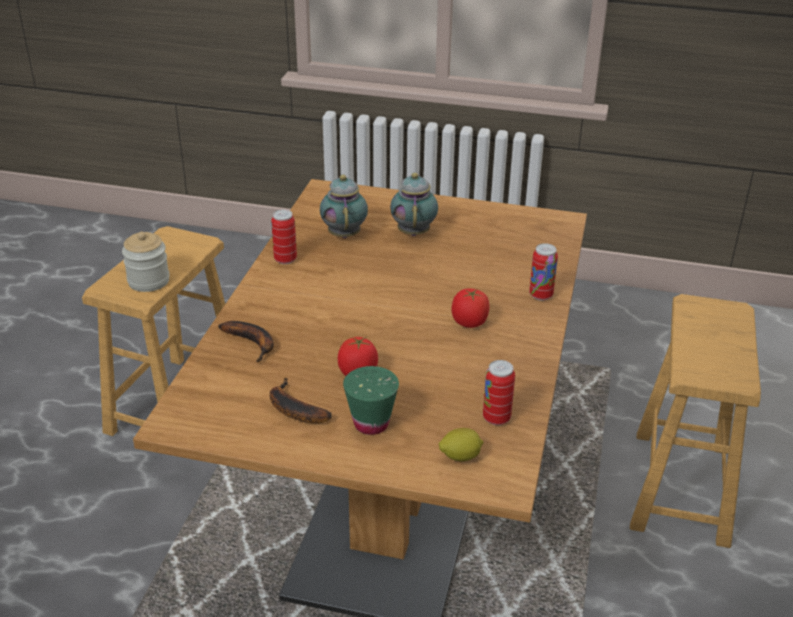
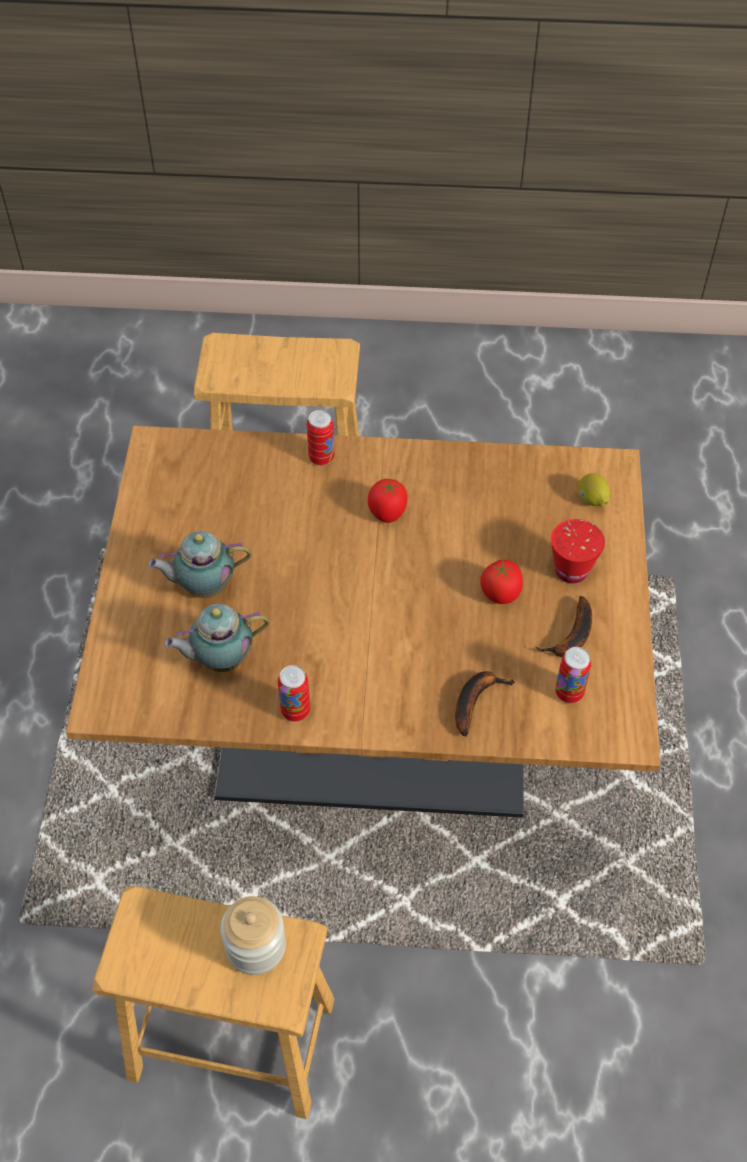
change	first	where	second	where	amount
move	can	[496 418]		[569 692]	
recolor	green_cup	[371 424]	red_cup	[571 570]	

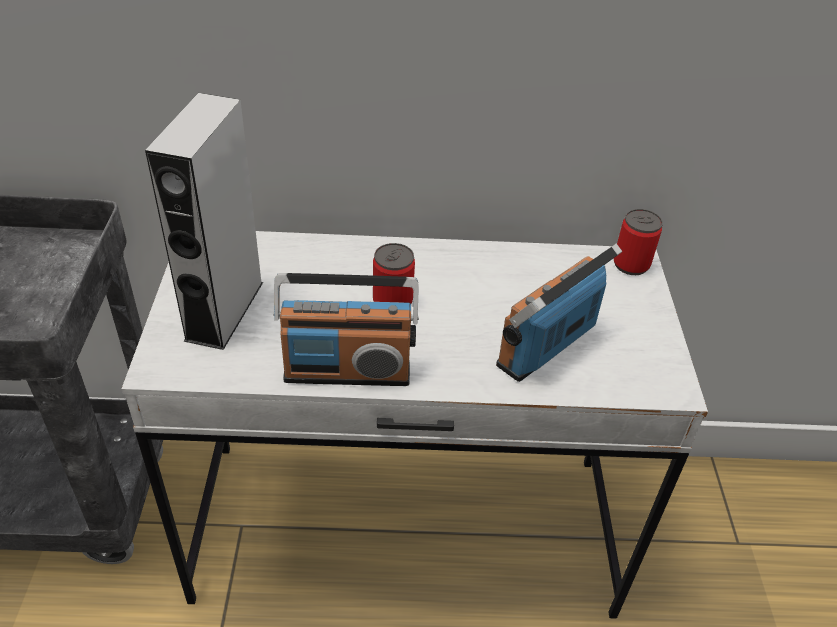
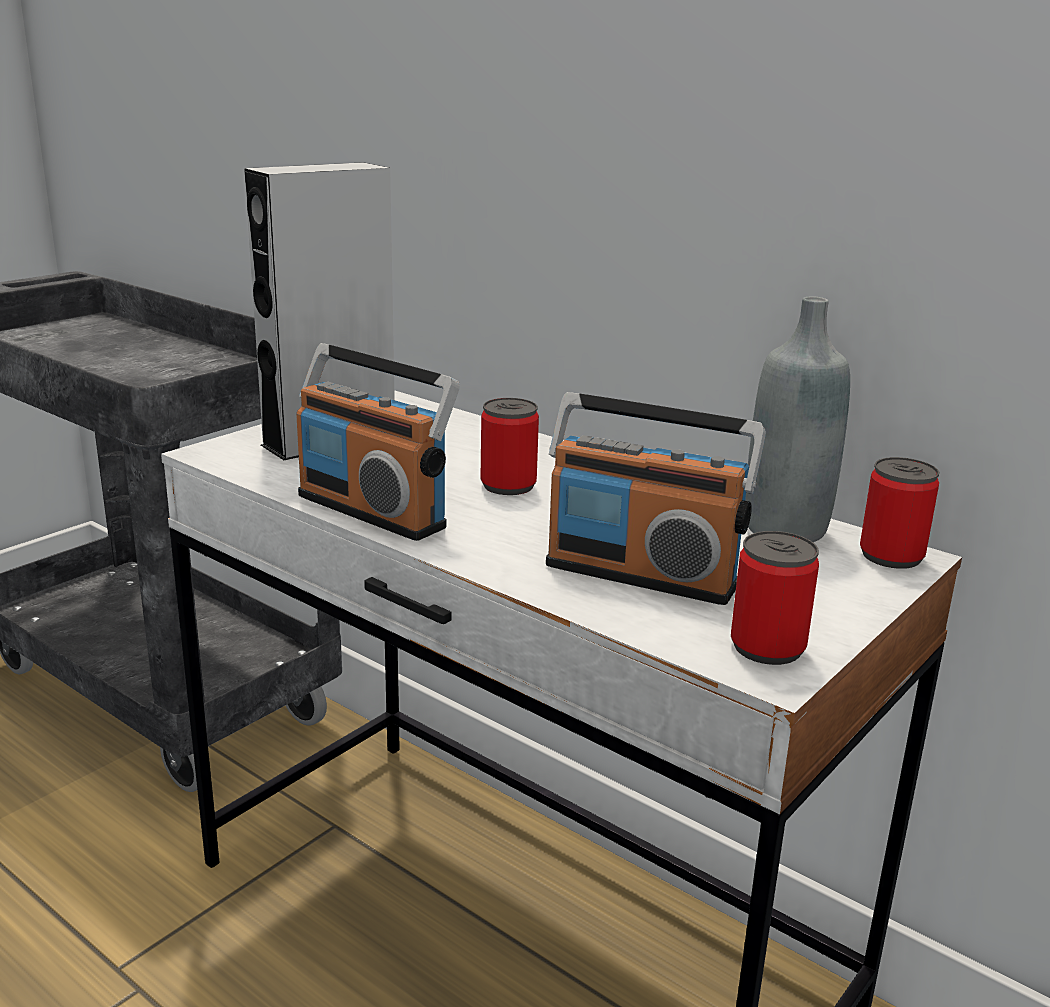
change	first	where	second	where	amount
rotate	radio	[547 346]		[641 574]	150 degrees counterclockwise
insert			grey_bottle	[785 529]	
insert			can	[767 647]	

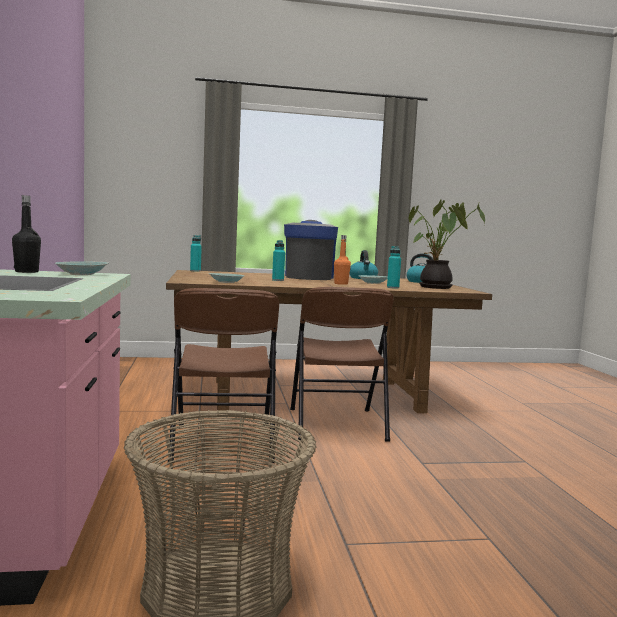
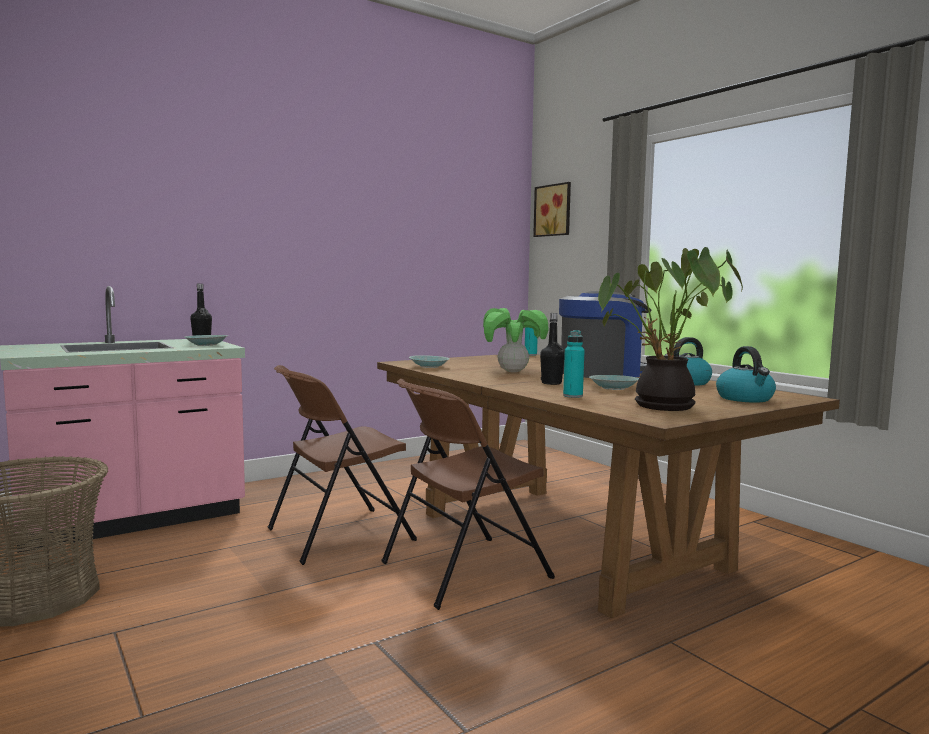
change	first	where	second	where	amount
recolor	orange_bottle	[341 284]	black_bottle	[551 383]	
replace	turquoise_bottle	[278 280]	potted_plant	[512 371]	
insert			picture	[554 210]	

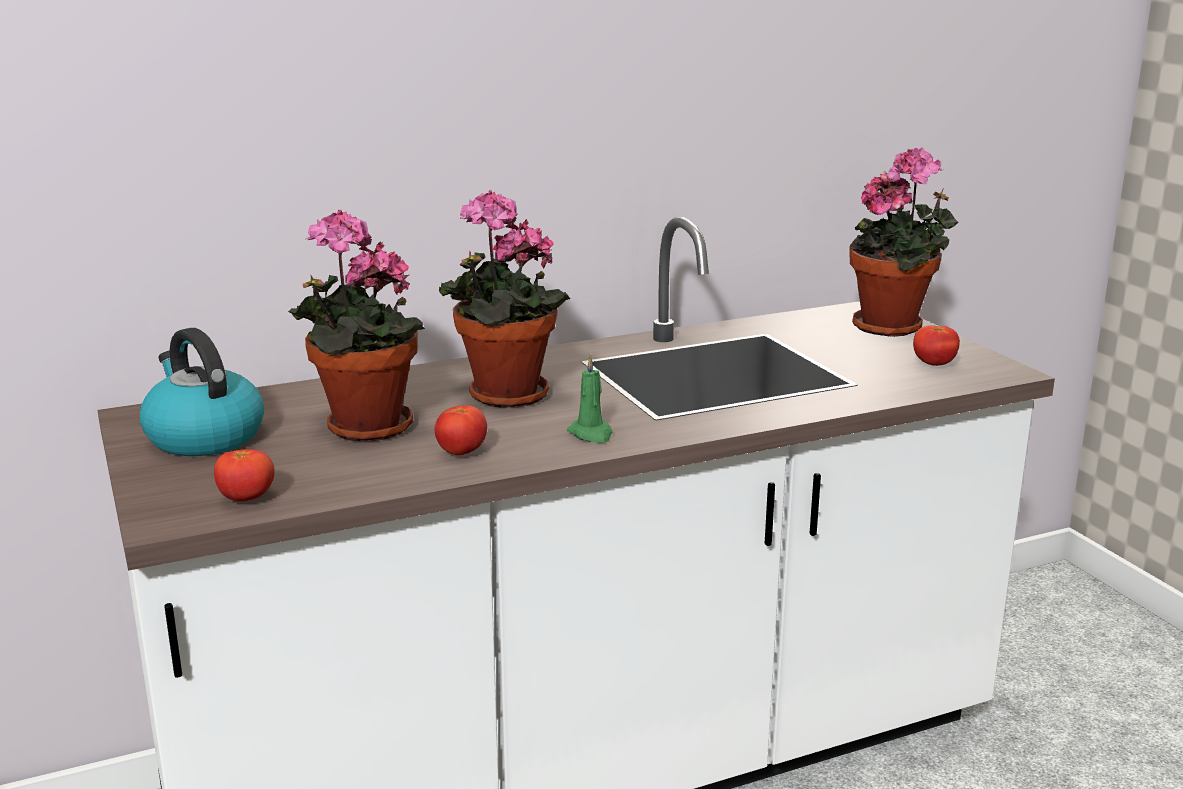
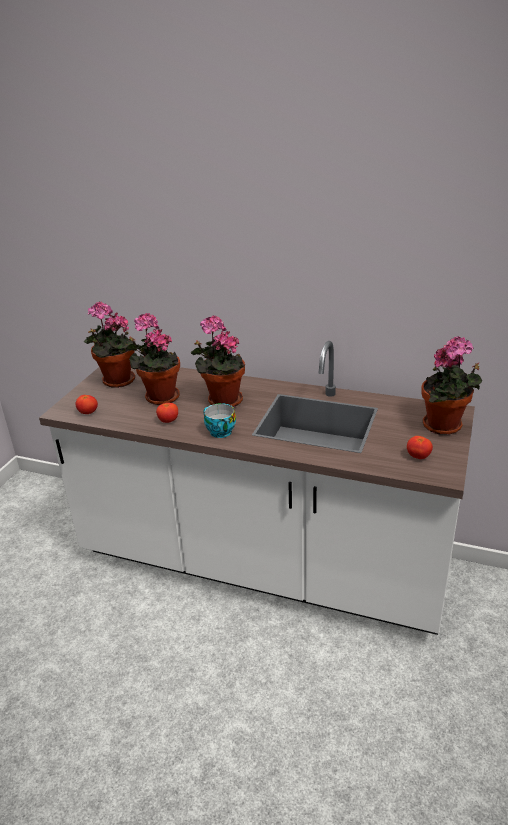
change	first	where	second	where	amount
replace	kettle	[203 437]	potted_plant	[116 381]	
replace	green_candle	[591 434]	cup	[219 432]	

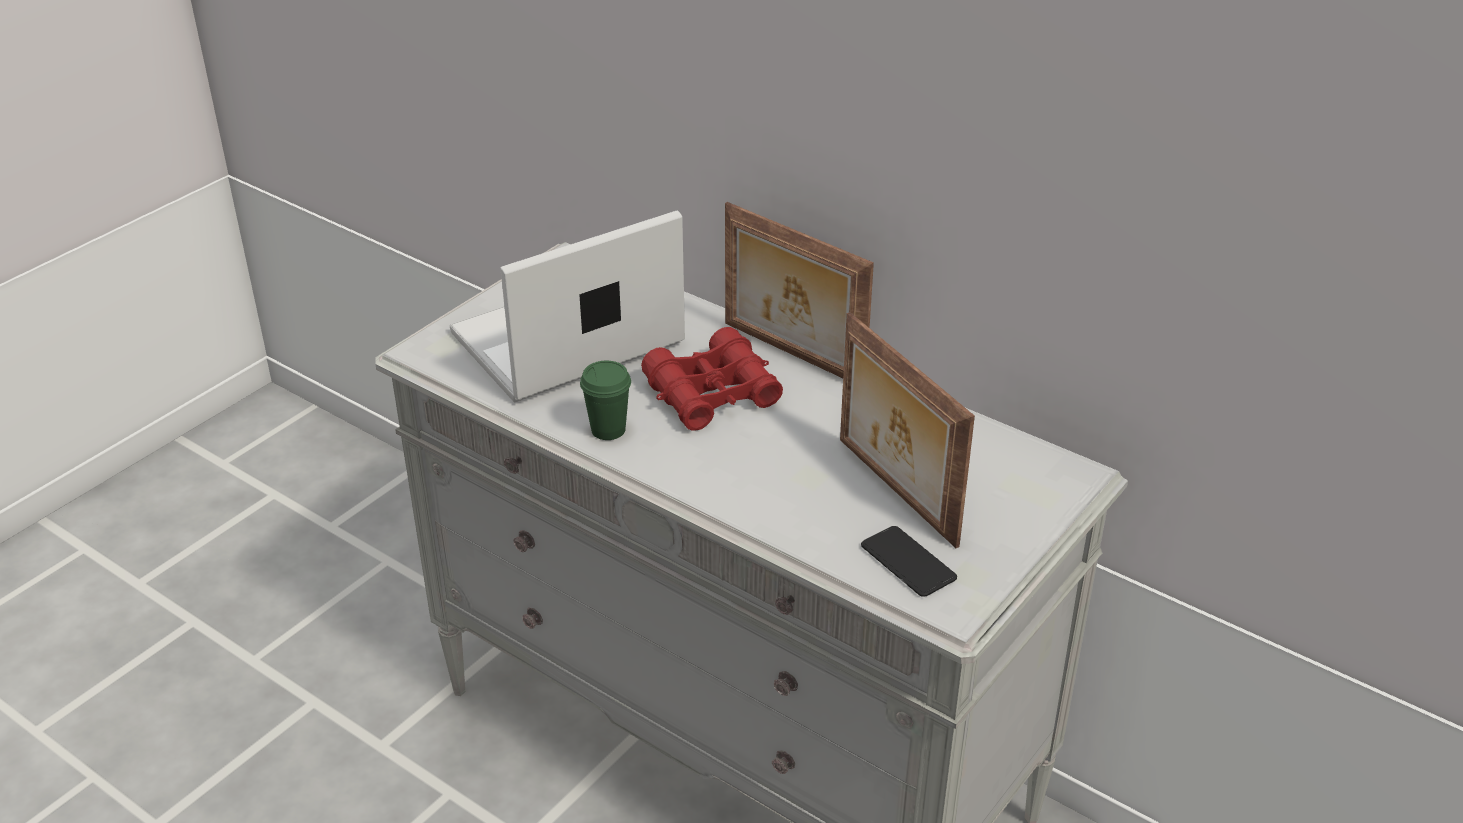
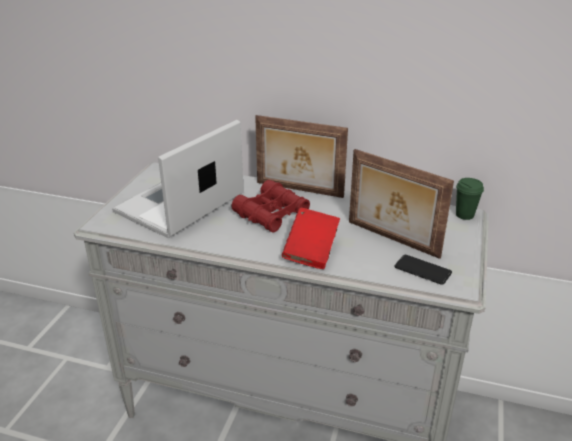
change	first	where	second	where	amount
move	green_cup	[608 430]		[464 215]	
insert			red_book	[311 251]	

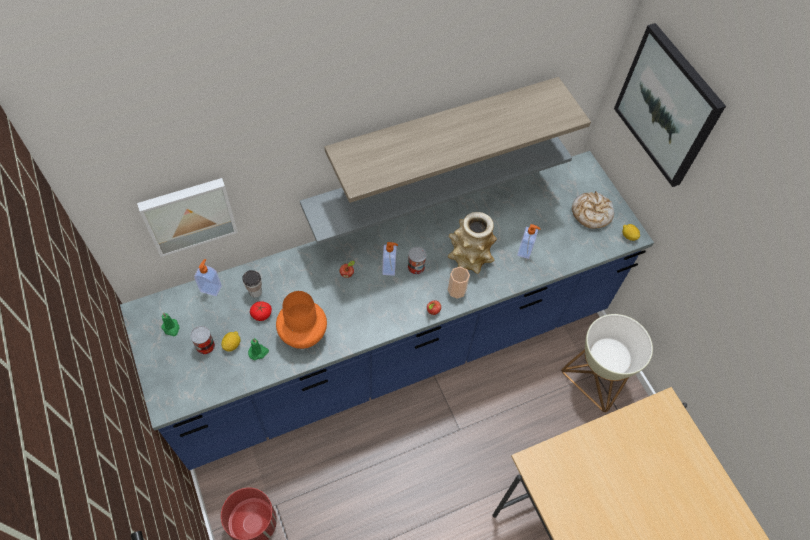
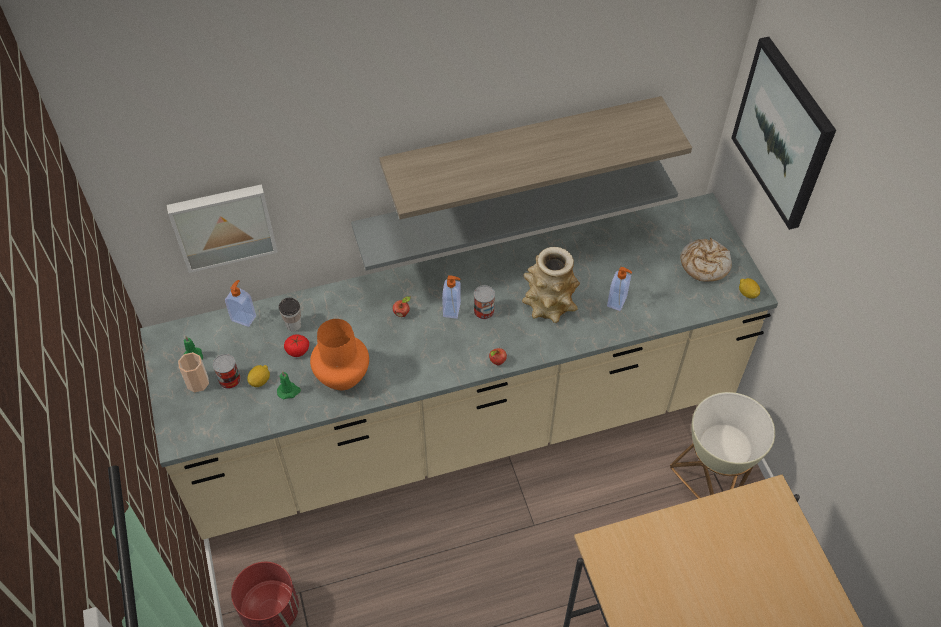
change	first	where	second	where	amount
recolor	blue_counter	[399 347]	beige_counter	[470 422]	
move	cup	[456 290]		[197 382]	

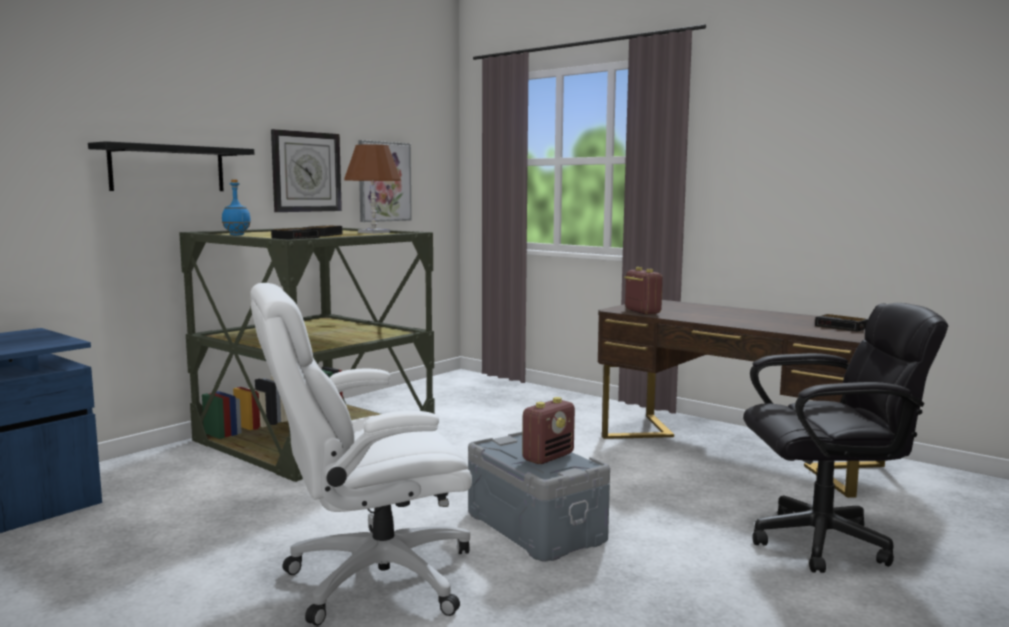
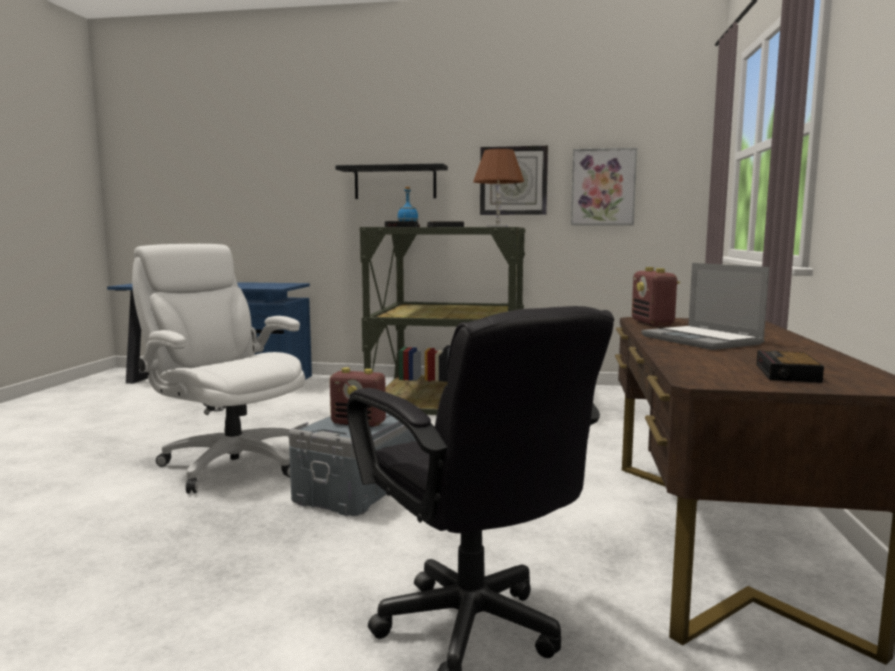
change	first	where	second	where	amount
rotate	radio	[642 312]		[652 323]	135 degrees clockwise
insert			laptop	[703 340]	

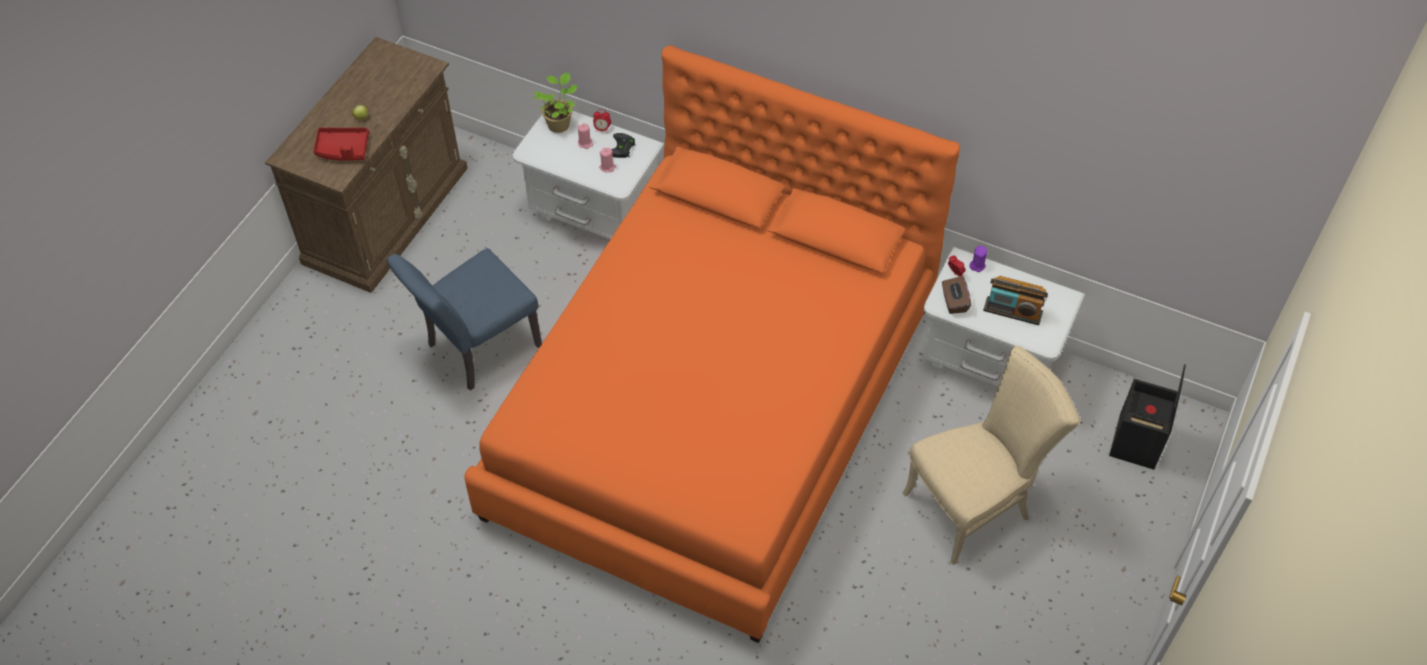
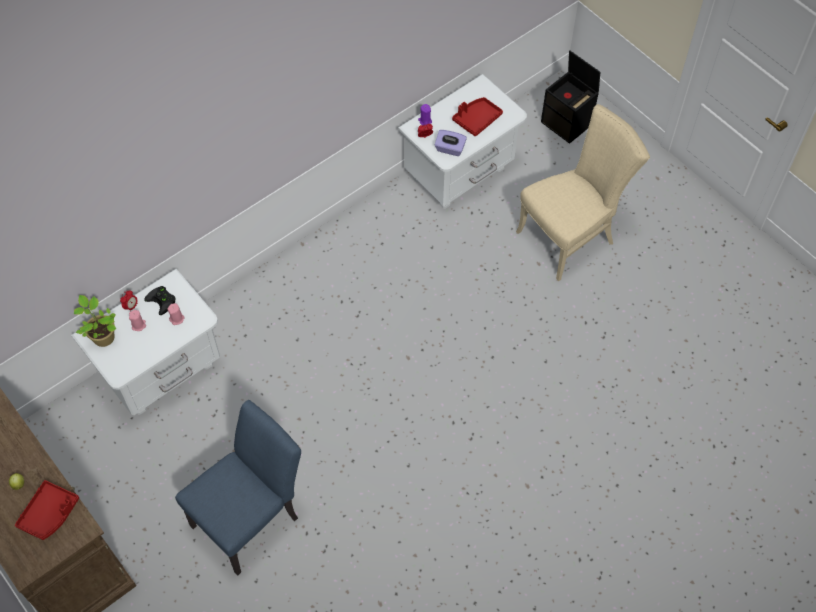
change	first	where	second	where	amount
delete	orange_bed	[714 408]			
rotate	blue_chair	[476 349]		[251 517]	120 degrees counterclockwise
recolor	brown_tissue_box	[954 302]	purple_tissue_box	[450 149]	
replace	radio	[1012 311]	red_tray	[476 119]	
rotate	beige_chair	[974 505]		[571 236]	60 degrees clockwise

